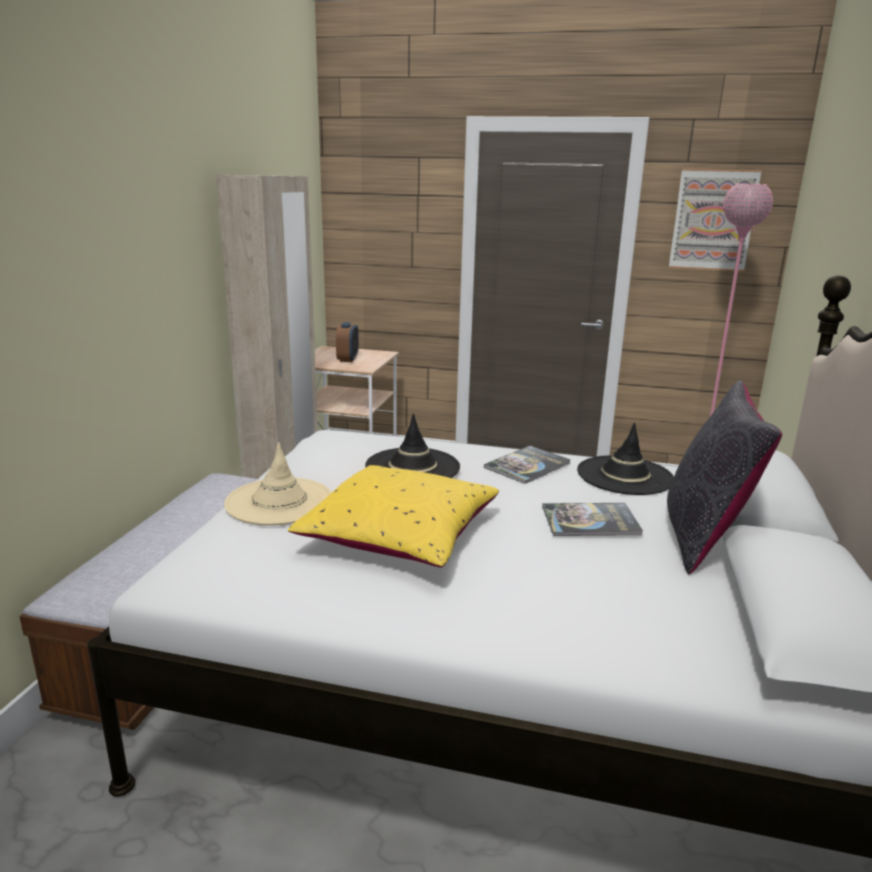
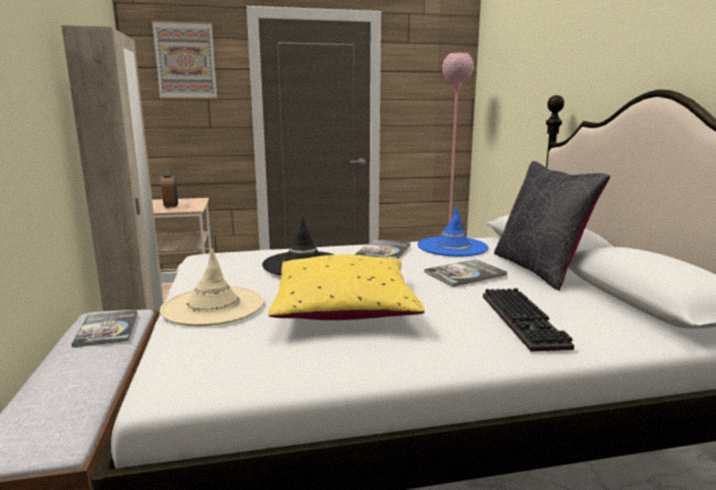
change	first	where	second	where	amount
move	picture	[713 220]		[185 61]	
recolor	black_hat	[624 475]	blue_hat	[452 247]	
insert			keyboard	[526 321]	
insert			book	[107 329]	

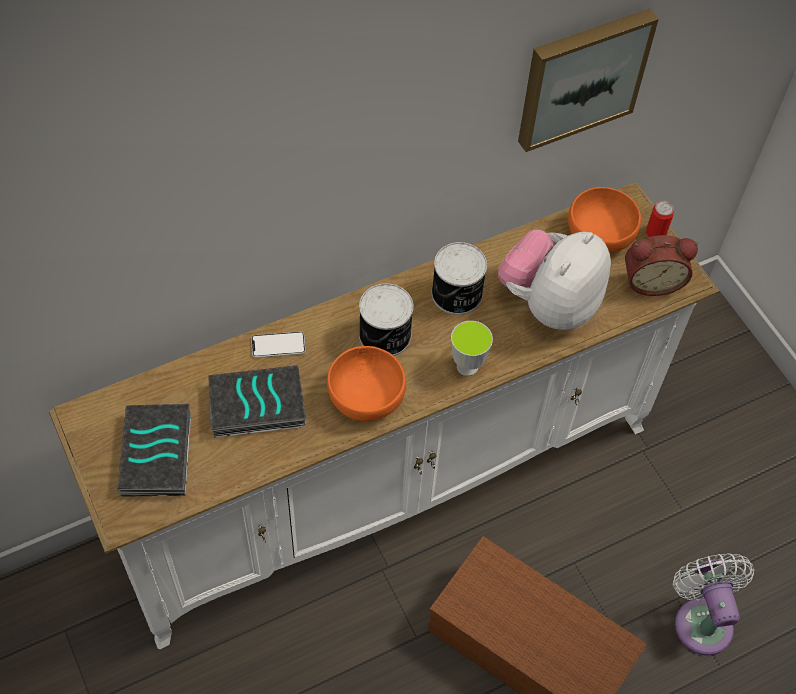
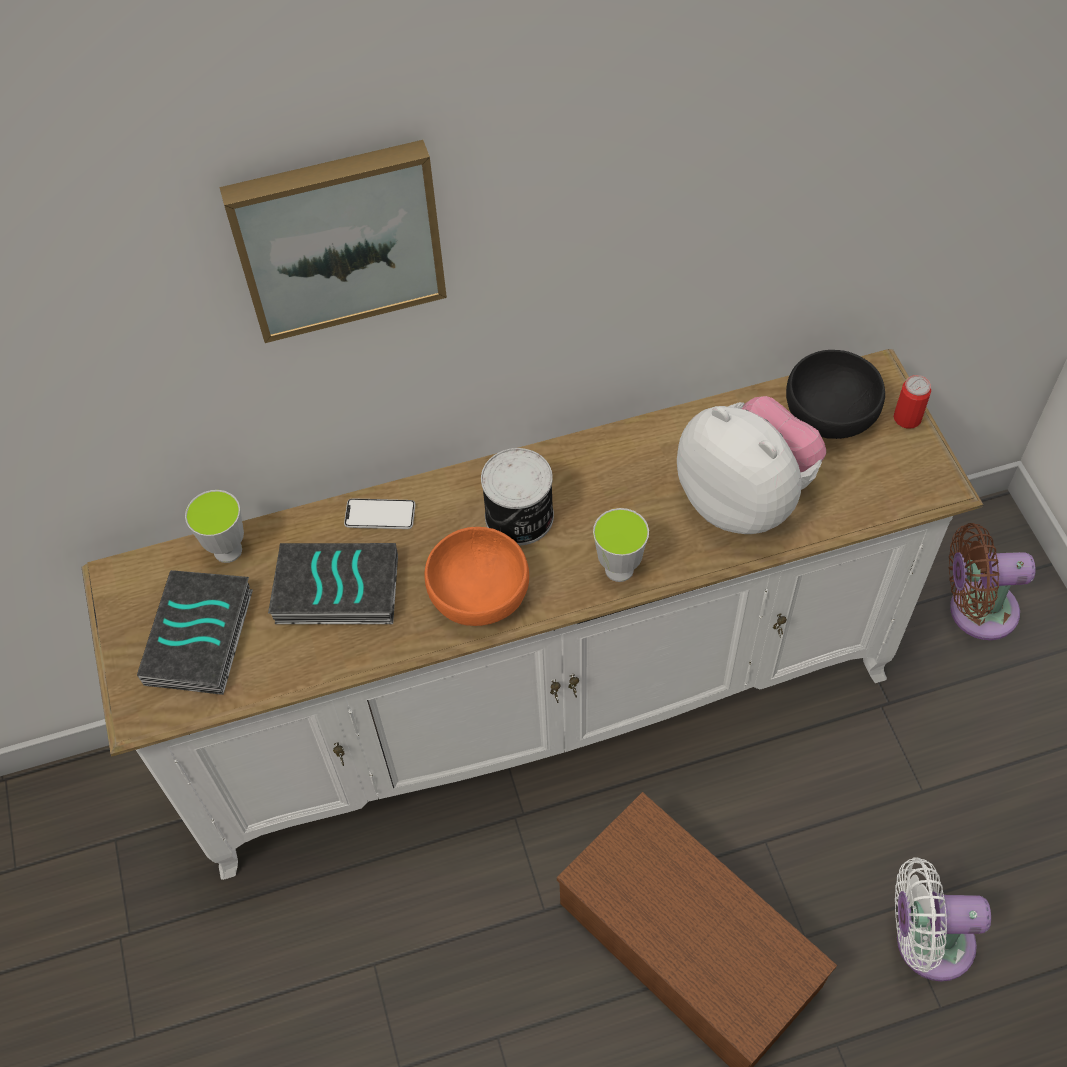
change	first	where	second	where	amount
move	picture	[581 77]		[337 237]	
recolor	orange_bowl	[599 234]	black_bowl	[829 412]	
rotate	plush_toy	[549 303]		[745 498]	90 degrees clockwise
delete	alarm_clock	[651 280]			
delete	can	[457 295]			
rotate	white_fan	[701 620]		[926 941]	90 degrees counterclockwise
insert			cup	[228 550]	
insert			brown_fan	[975 610]	

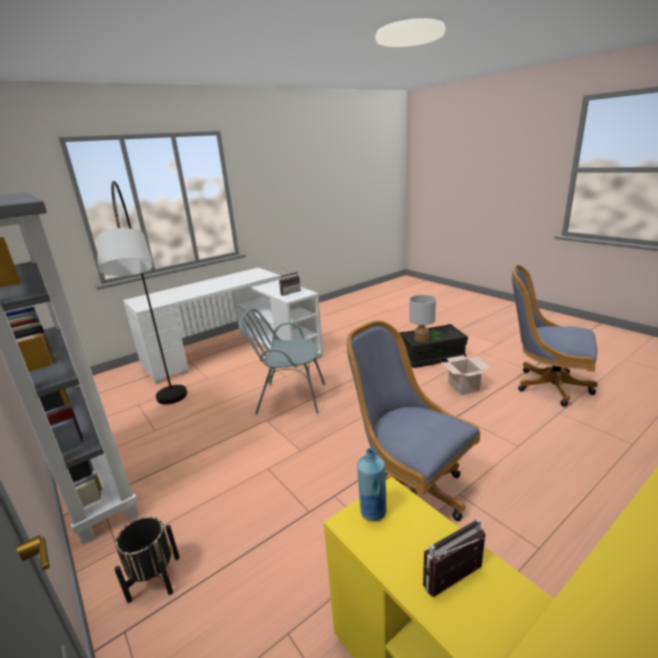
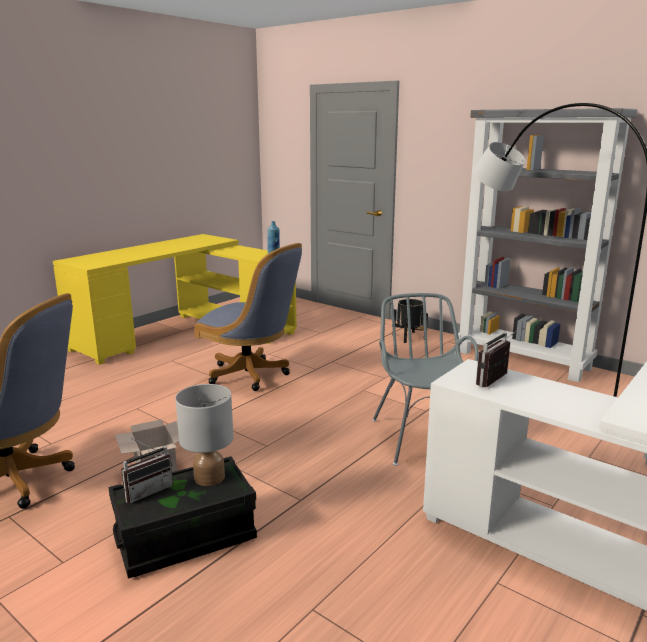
change	first	where	second	where	amount
rotate	grey_chair	[288 398]		[421 435]	90 degrees counterclockwise
move	radio	[457 584]		[147 490]	

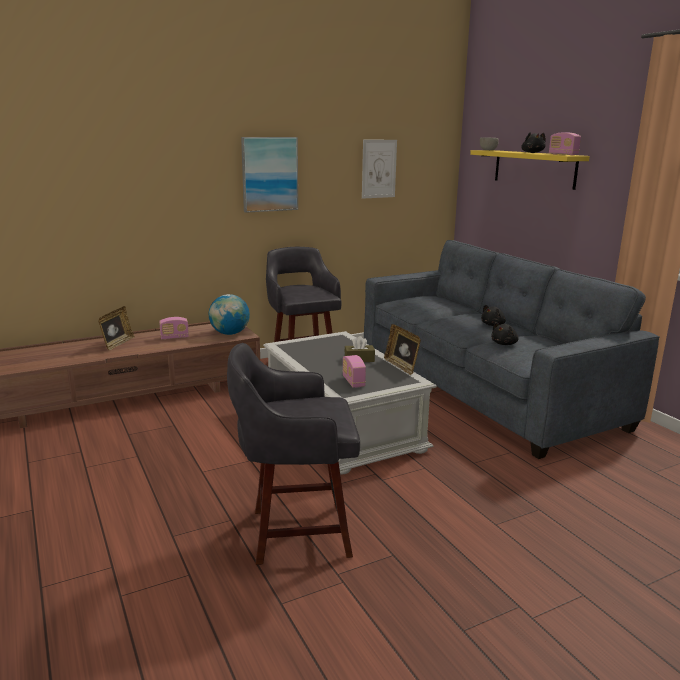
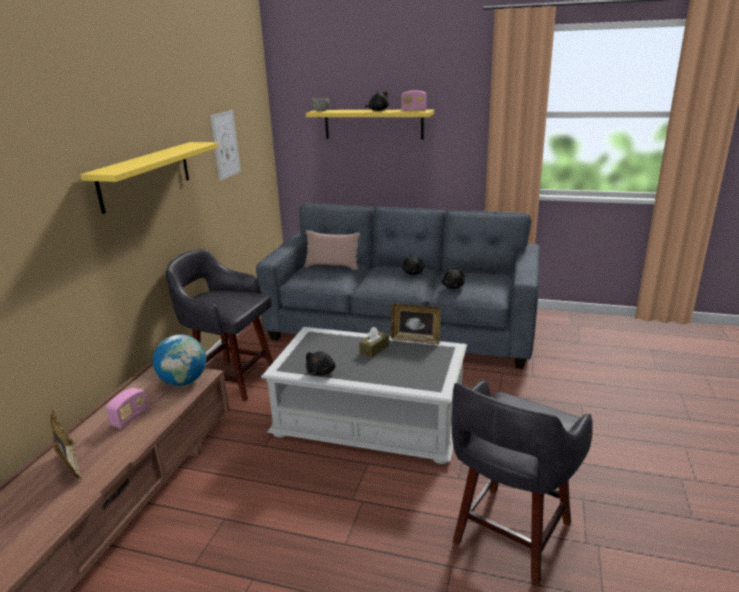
change	first	where	second	where	amount
replace	picture	[269 174]	yellow_shelf	[145 175]	
delete	radio	[353 382]			
insert			beige_pillow	[332 266]	
insert			black_plush_toy	[322 372]	

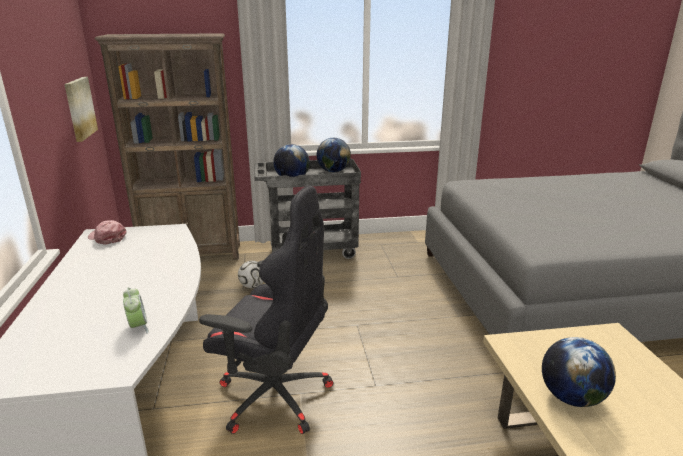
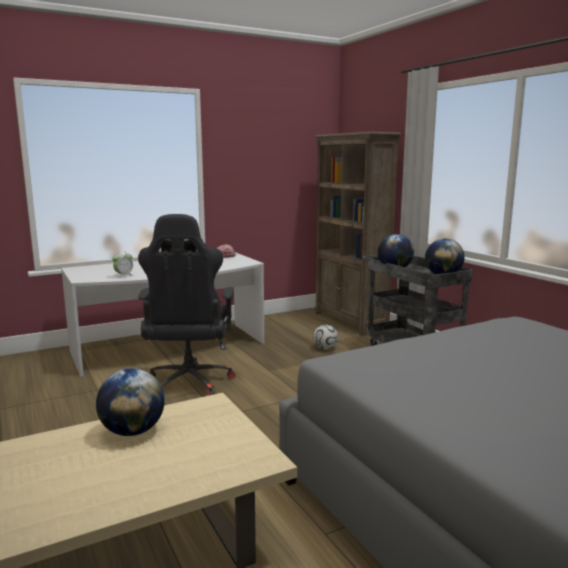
change	first	where	second	where	amount
delete	picture	[79 108]			

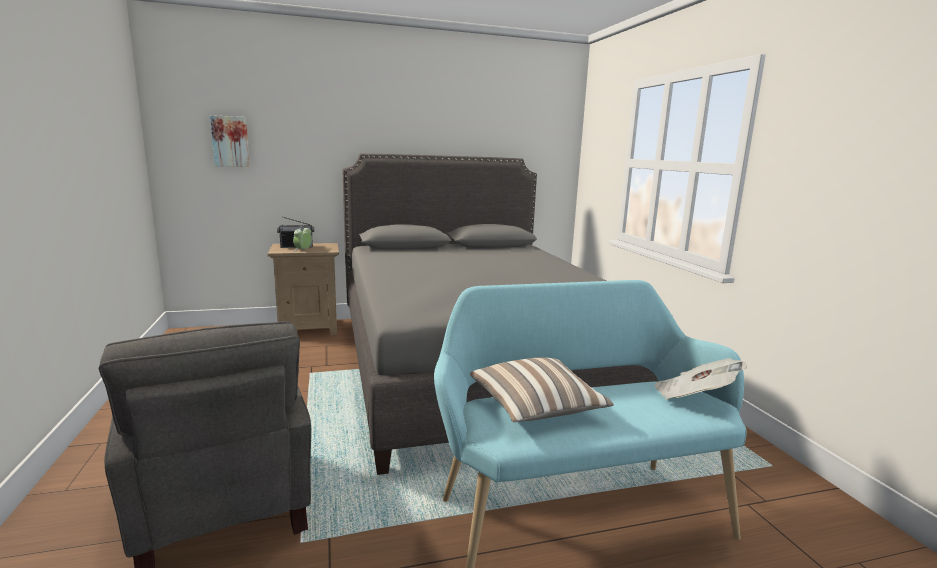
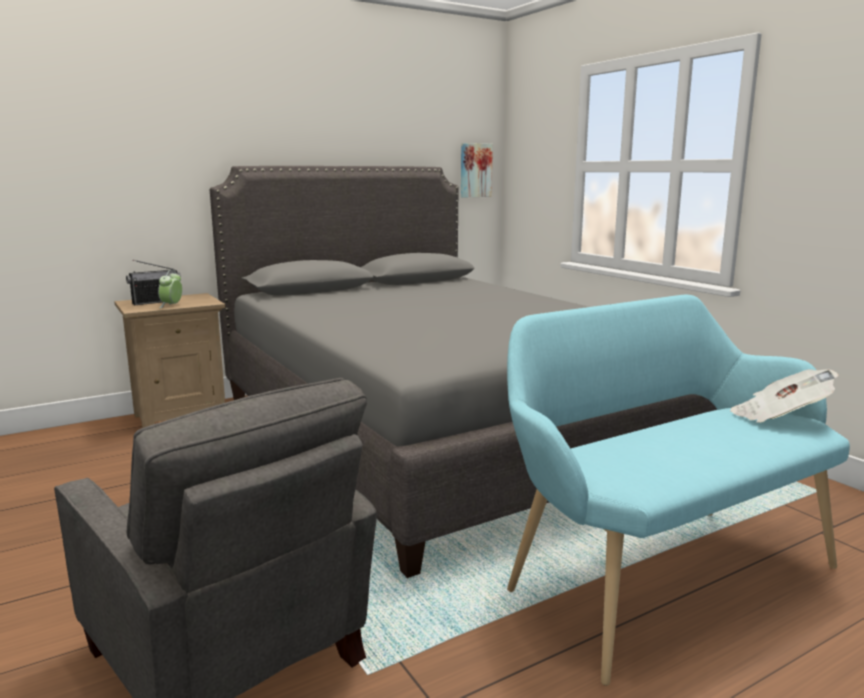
change	first	where	second	where	amount
move	picture	[230 141]		[475 170]	
delete	pillow	[536 408]			

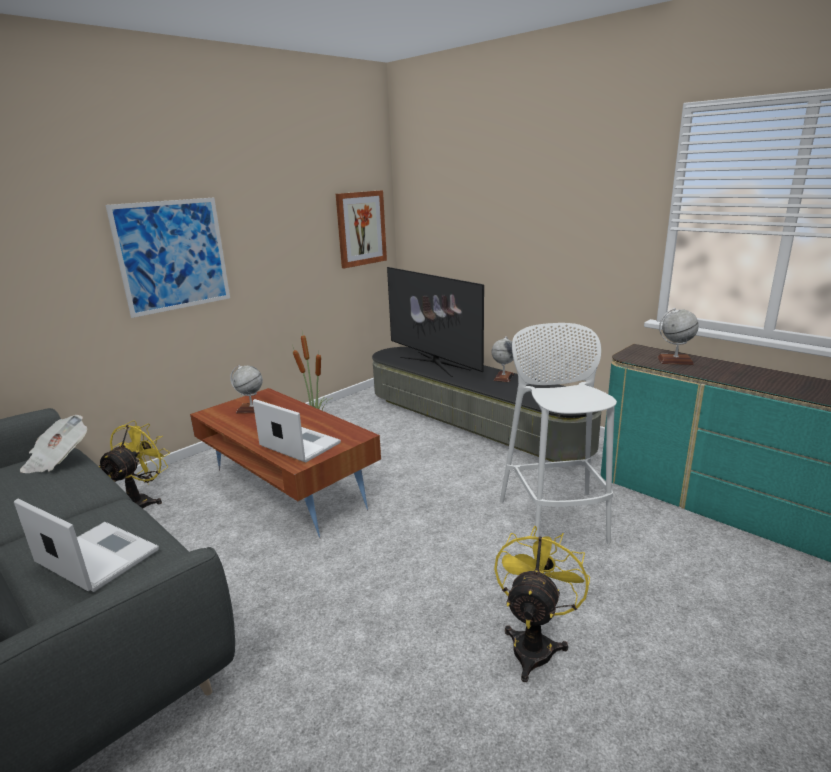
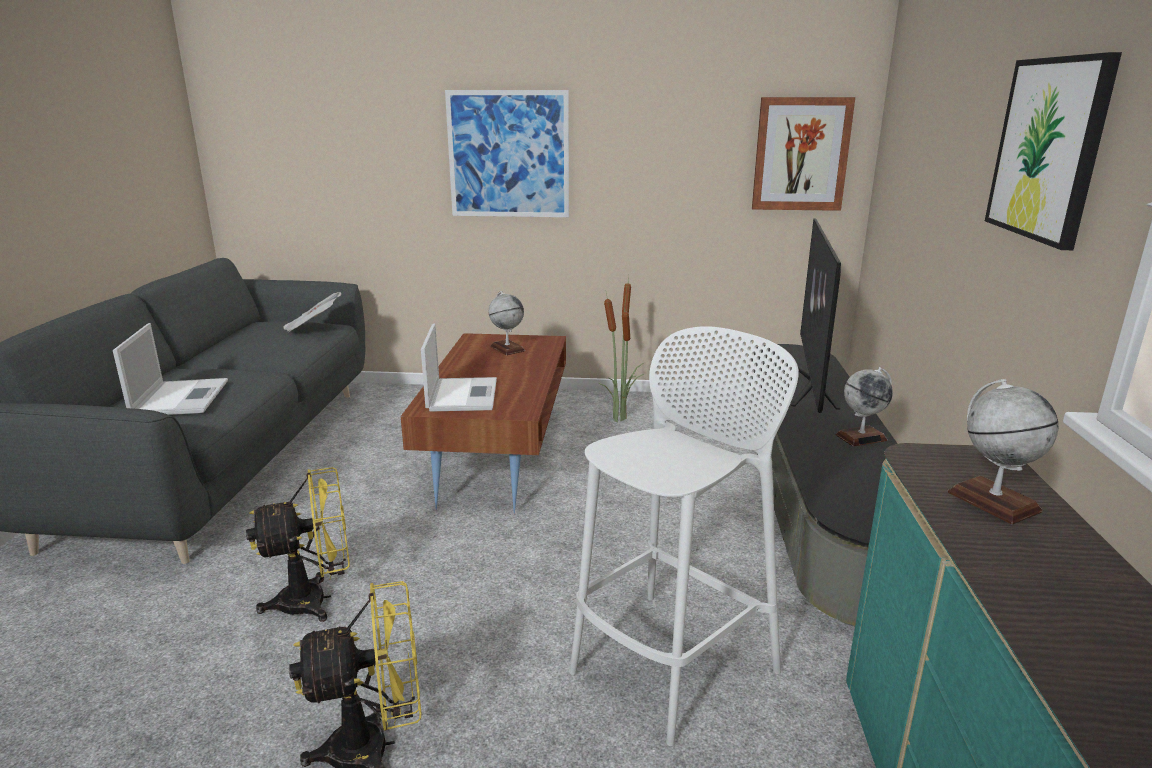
change	first	where	second	where	amount
move	yellow_fan	[142 502]		[316 600]	
insert			picture	[1048 149]	

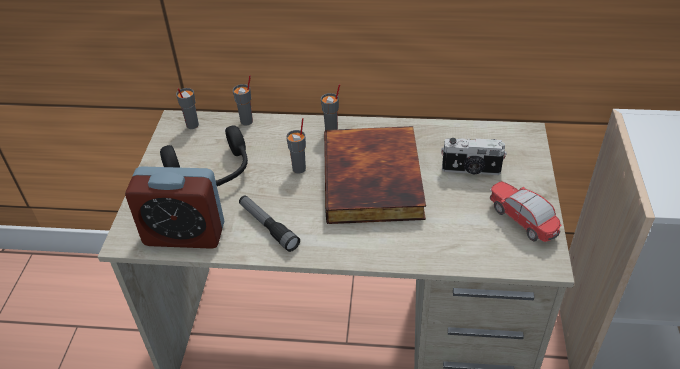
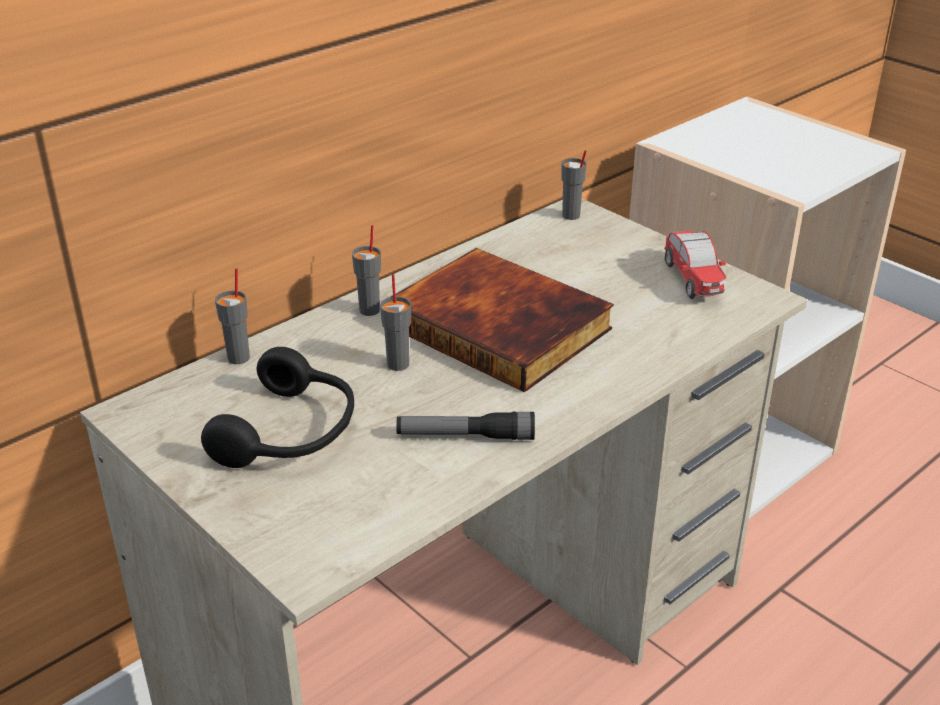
change	first	where	second	where	amount
move	grey_cup	[192 125]		[571 216]	
delete	photo_camera	[471 170]			
delete	alarm_clock	[184 234]			
rotate	toy_car	[522 221]		[693 279]	105 degrees counterclockwise

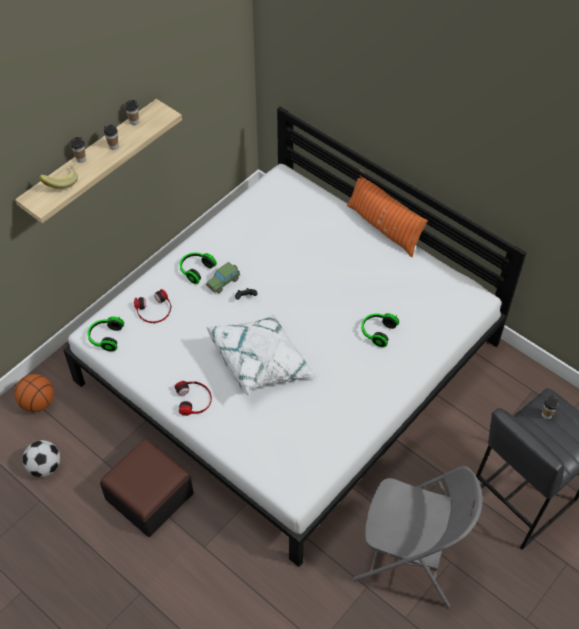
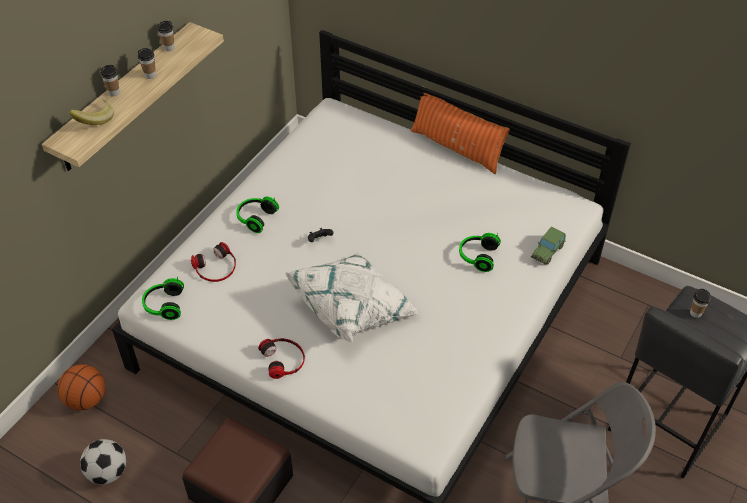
change	first	where	second	where	amount
move	toy_car	[223 282]		[547 251]	

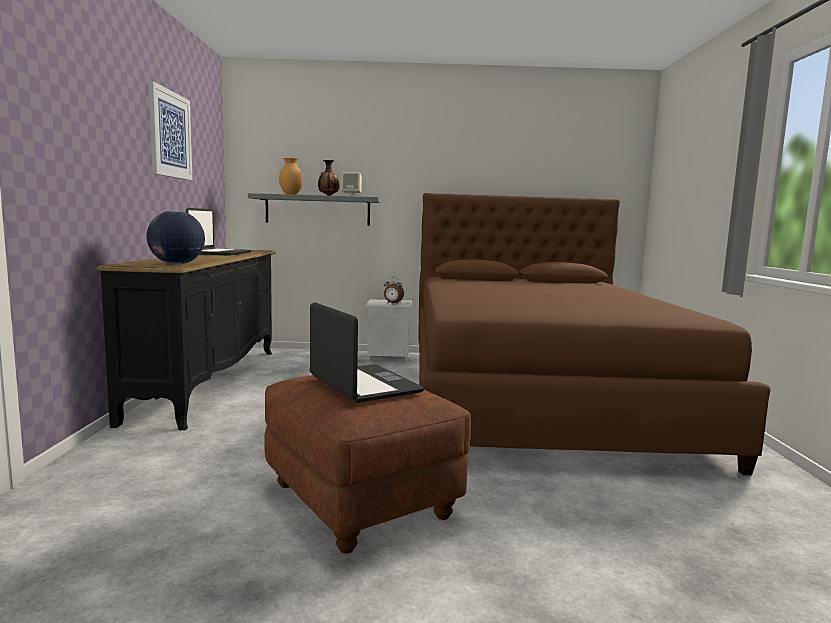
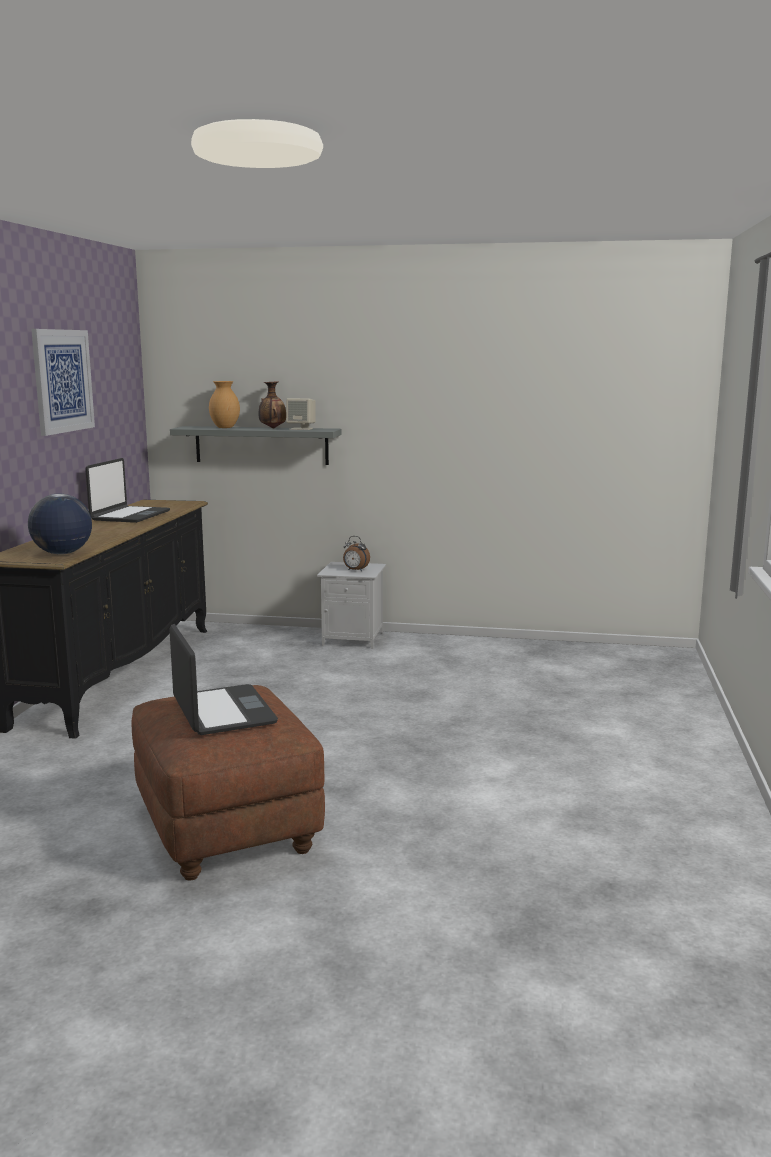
change	first	where	second	where	amount
delete	brown_bed	[537 396]			

